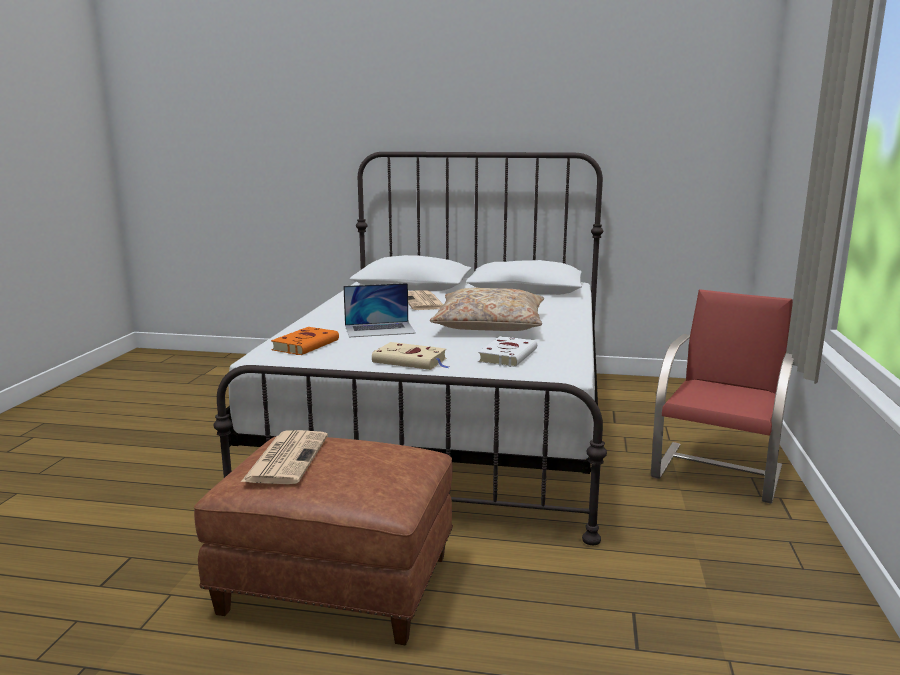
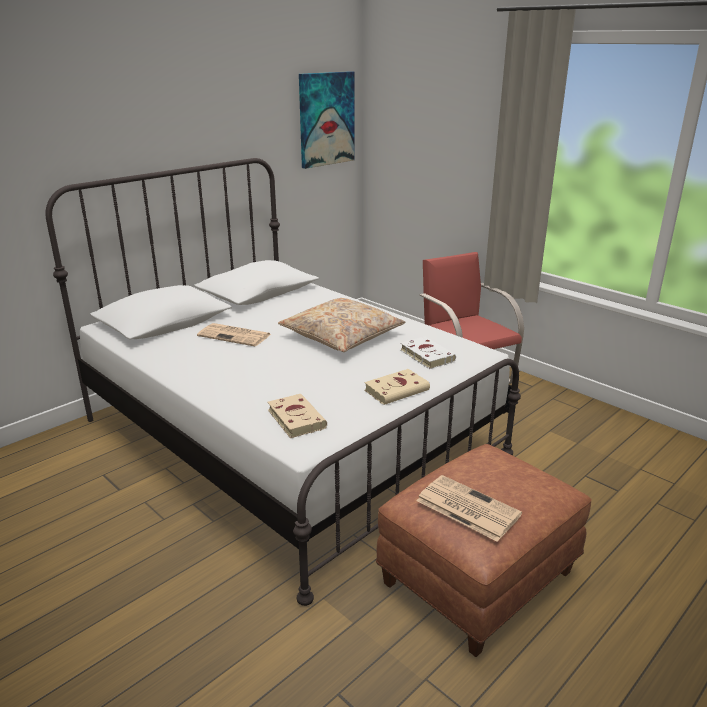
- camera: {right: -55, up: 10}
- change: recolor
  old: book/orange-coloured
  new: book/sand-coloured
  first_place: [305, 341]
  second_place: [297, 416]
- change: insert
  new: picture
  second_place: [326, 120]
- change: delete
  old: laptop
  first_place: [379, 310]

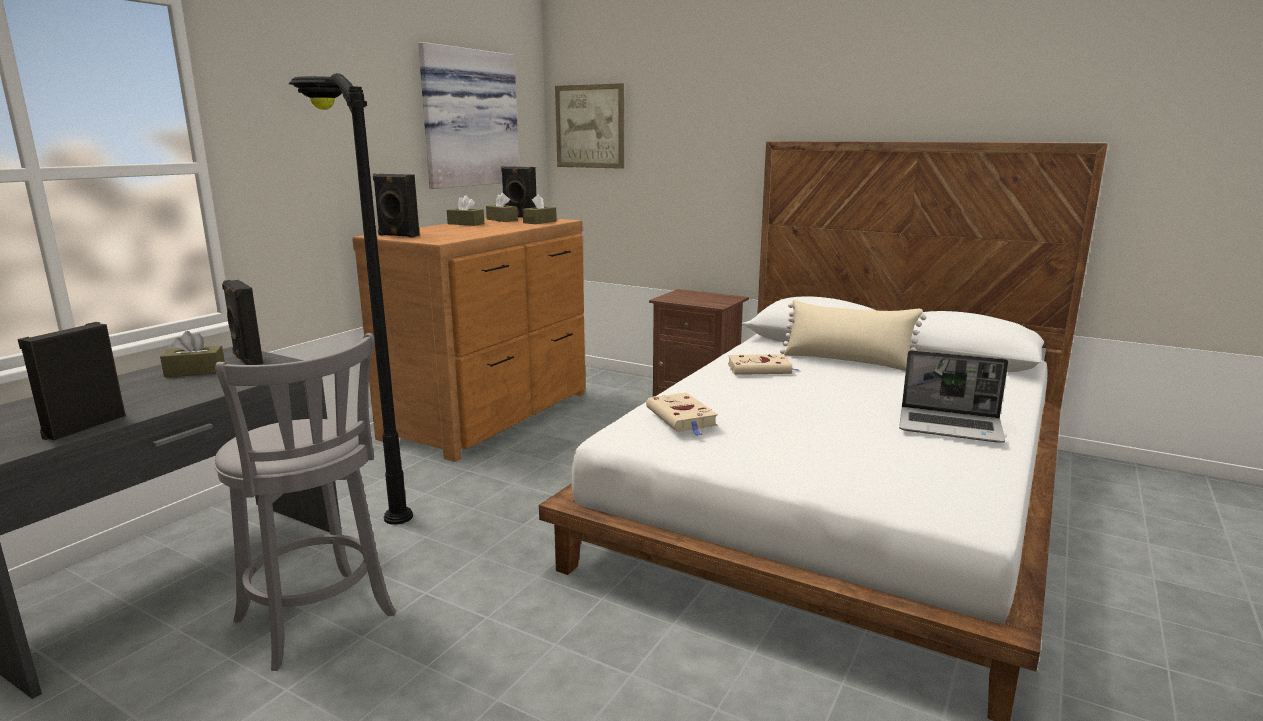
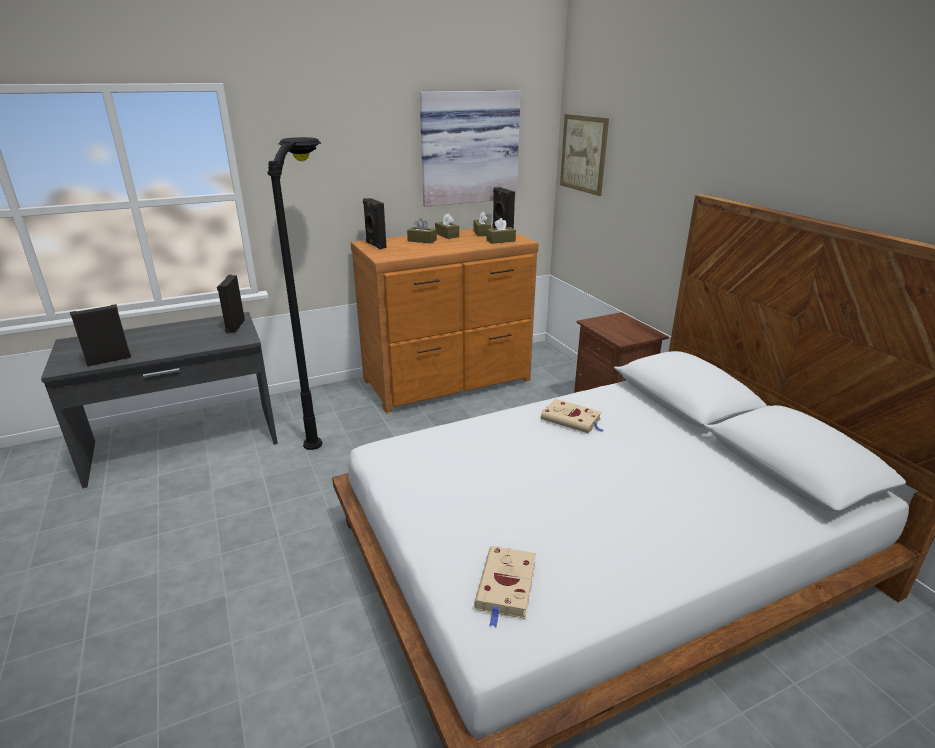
- camera: {right: 35, up: 10}
- change: move
  old: tissue box/brown-coloured
  first_place: [192, 354]
  second_place: [422, 231]
- change: move
  old: book/sand-coloured
  first_place: [682, 414]
  second_place: [505, 586]
- change: delete
  old: sitting stool/grey
  first_place: [305, 502]
- change: delete
  old: throw pillow/sand-coloured
  first_place: [853, 335]
- change: delete
  old: laptop
  first_place: [953, 396]

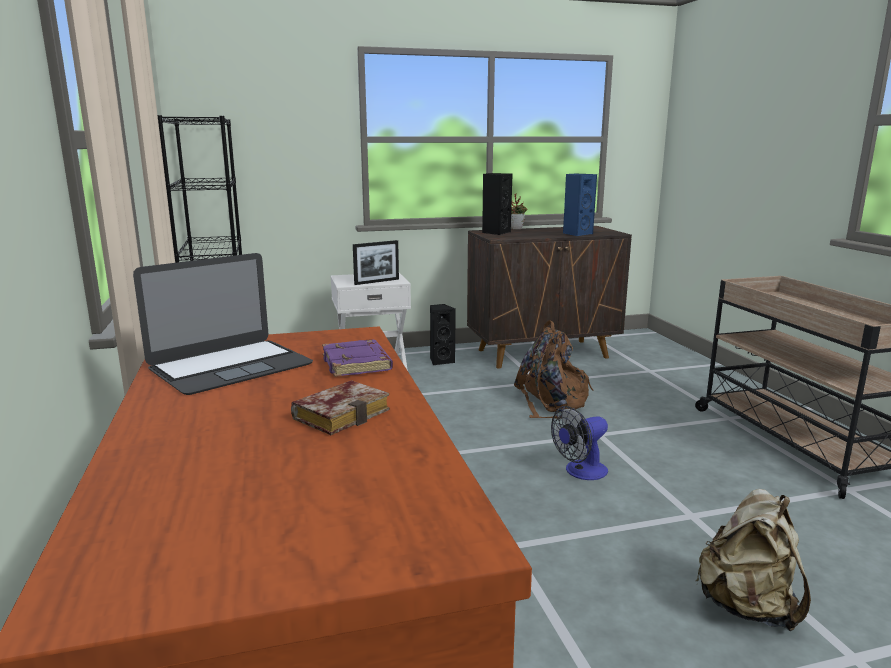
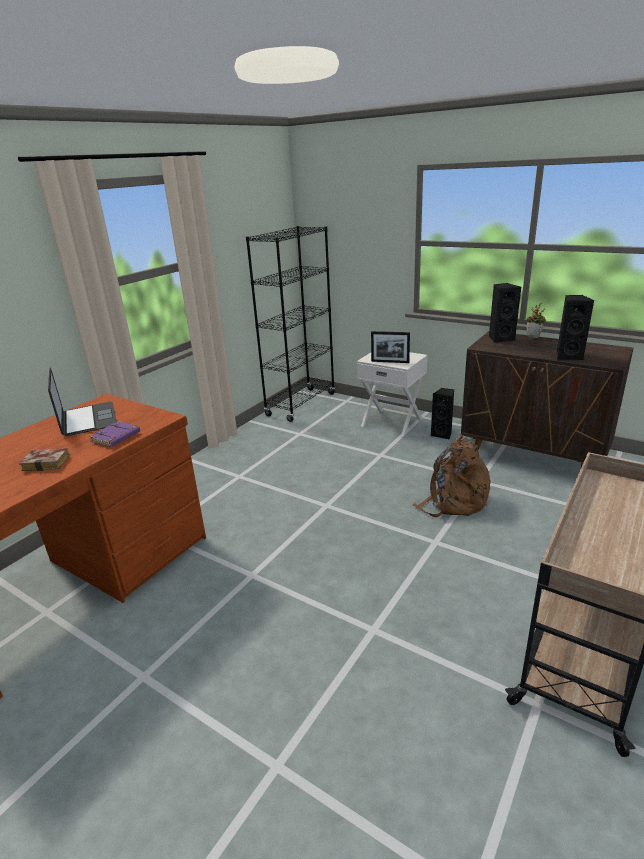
- camera: {right: 50, up: 10}
- change: rotate
  old: laptop
  first_place: [223, 324]
  second_place: [82, 402]
  degrees: -120
- change: recolor
  old: loudspeaker/bluish
  new: loudspeaker/blackish
  first_place: [580, 204]
  second_place: [575, 327]
- change: delete
  old: cooling fan
  first_place: [579, 443]
- change: delete
  old: rucksack/sand-coloured
  first_place: [753, 560]

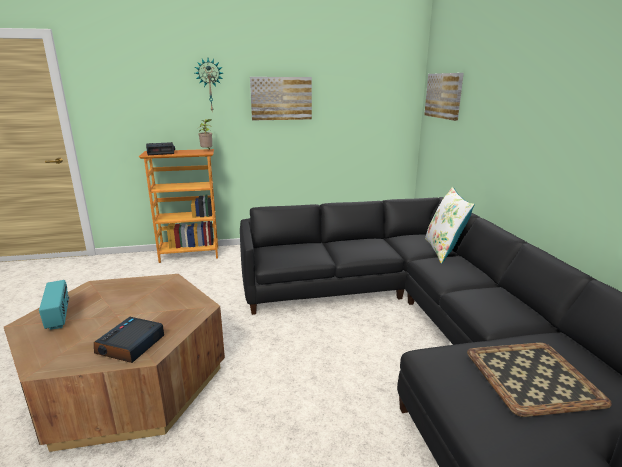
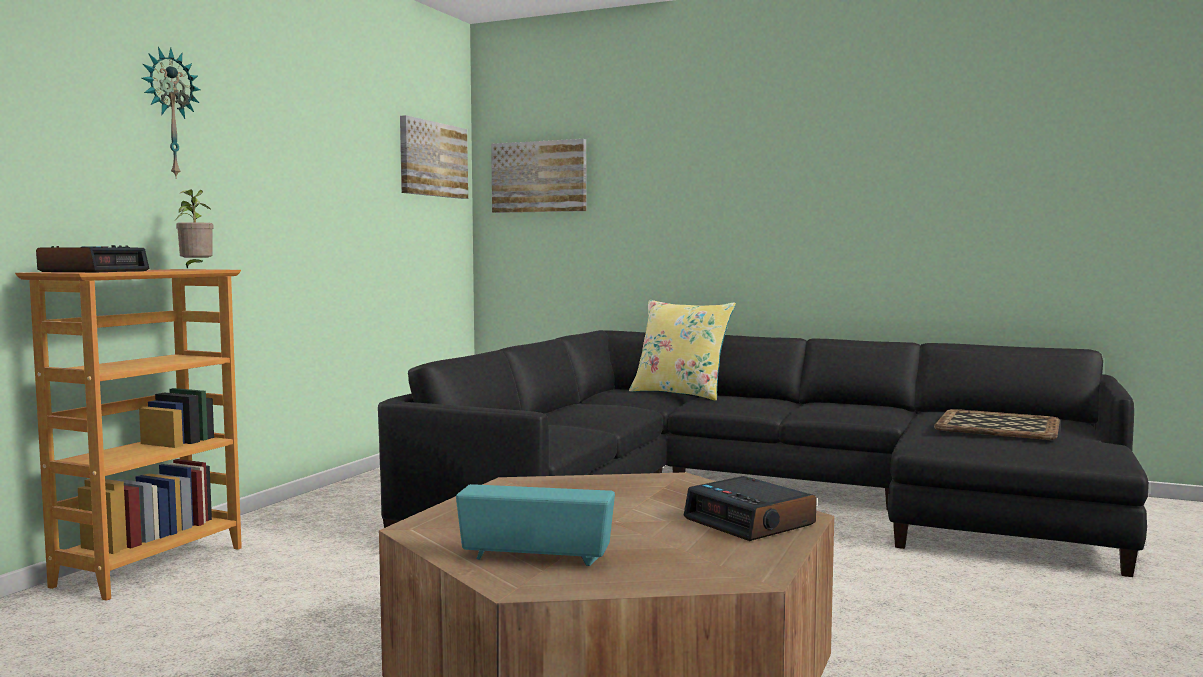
- camera: {right: -55, up: -15}
- change: move
  old: picture
  first_place: [281, 98]
  second_place: [434, 157]
- change: recolor
  old: throw pillow/white
  new: throw pillow/yellow-coloured
  first_place: [450, 225]
  second_place: [682, 350]

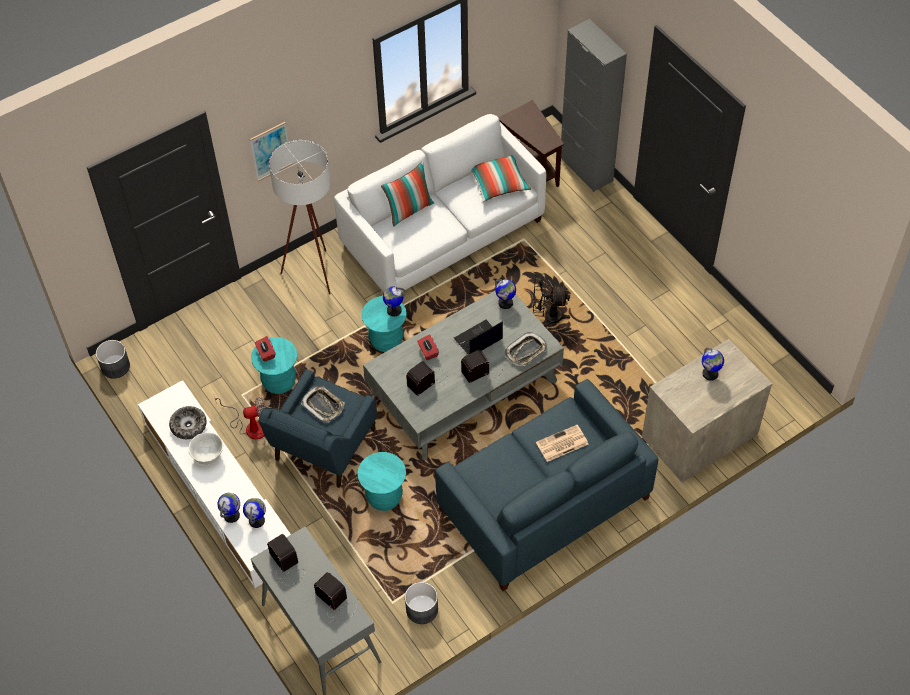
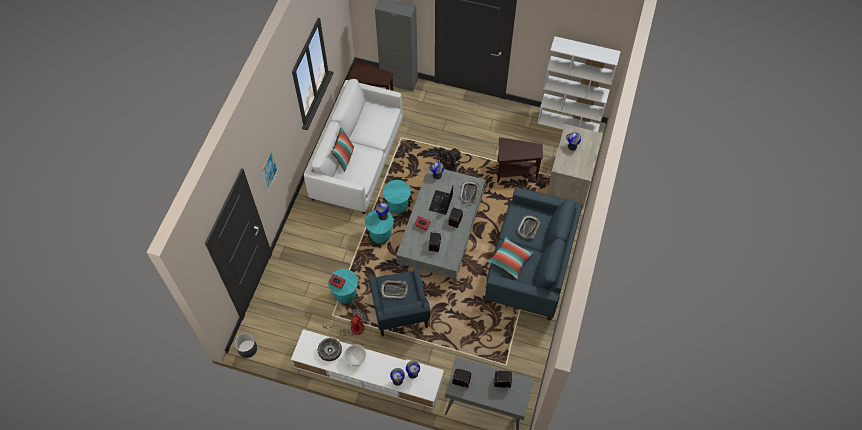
- camera: {right: -40, up: 5}
- change: move
  old: sitting stool/turquoise-coloured
  first_place: [382, 481]
  second_place: [397, 197]
- change: move
  old: throw pillow
  first_place: [501, 178]
  second_place: [511, 257]
- change: insert
  new: end table/brown-coloured
  second_place: [520, 160]
- change: replace
  old: daily paper
  new: carrying tray
  first_place: [562, 443]
  second_place: [529, 227]
- change: insert
  new: shelving unit/white
  second_place: [579, 84]
- change: delete
  old: standing lamp/white
  first_place: [300, 217]
- change: delete
  old: plant pot/grey
  first_place: [421, 603]

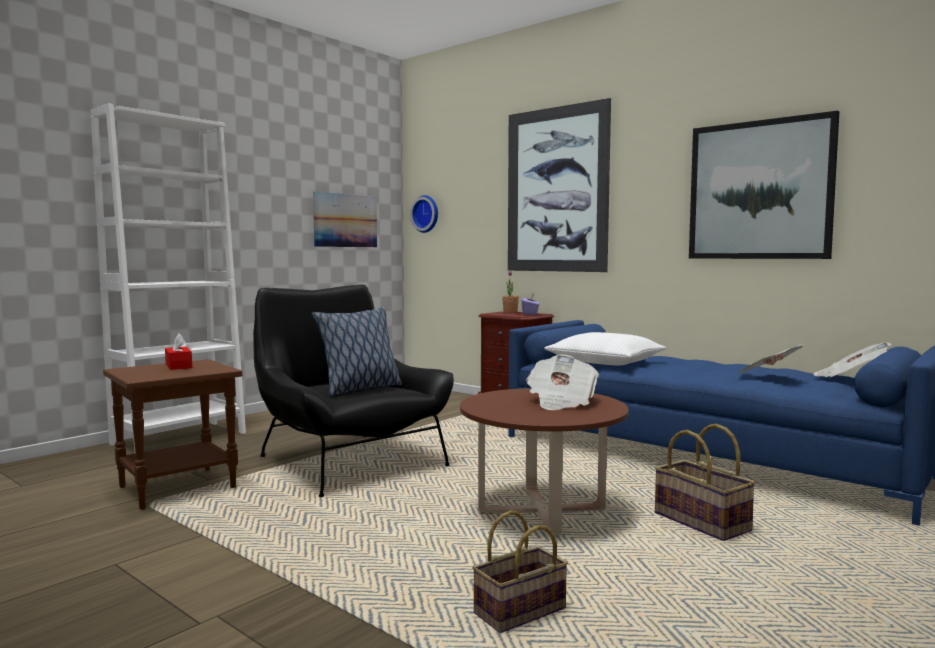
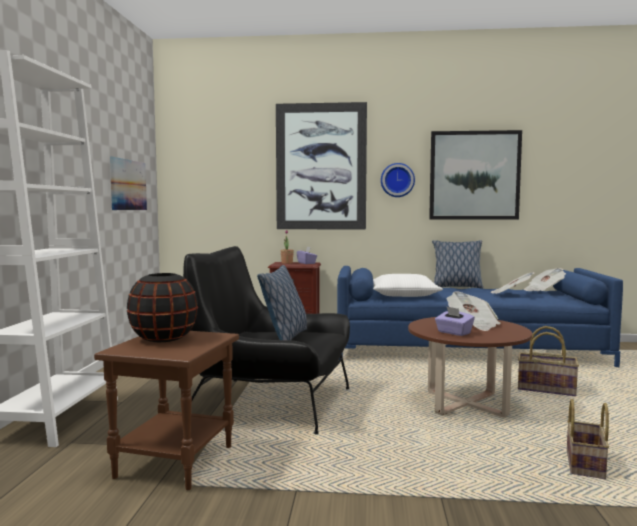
- camera: {right: -35, up: 0}
- change: replace
  old: tissue box/red
  new: flower vase/blackish
  first_place: [178, 352]
  second_place: [162, 307]
- change: move
  old: hanging clock
  first_place: [424, 214]
  second_place: [398, 180]
- change: insert
  new: throw pillow
  second_place: [457, 264]
- change: insert
  new: tissue box/purple
  second_place: [455, 321]

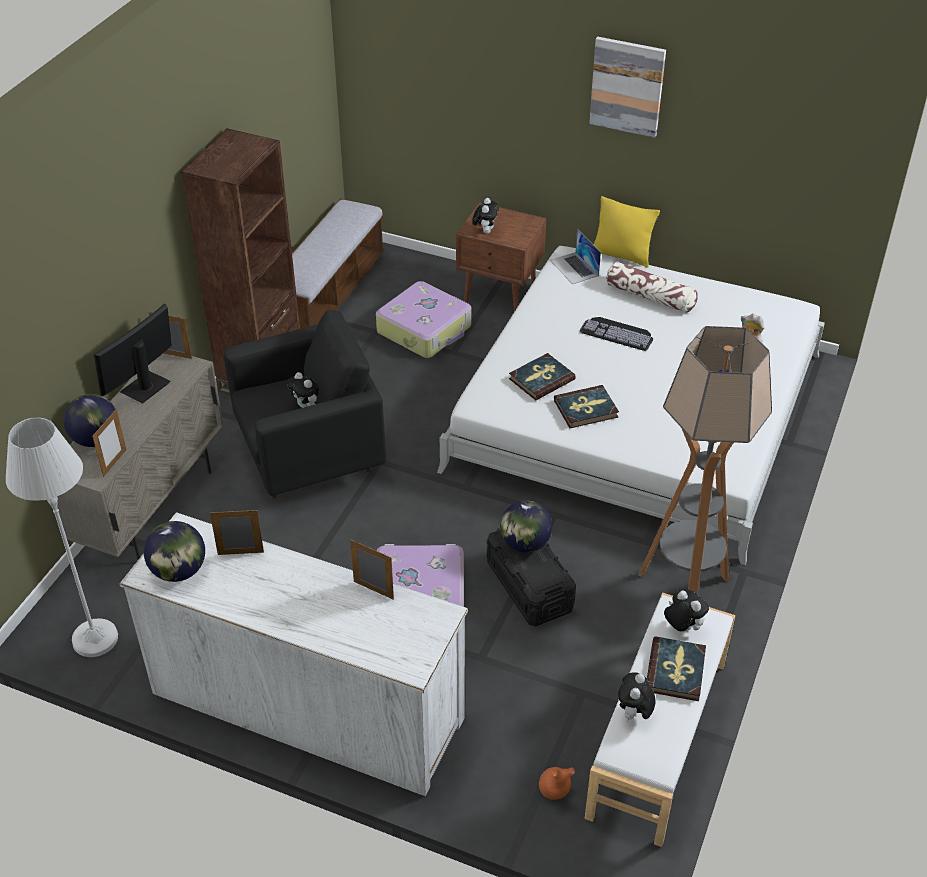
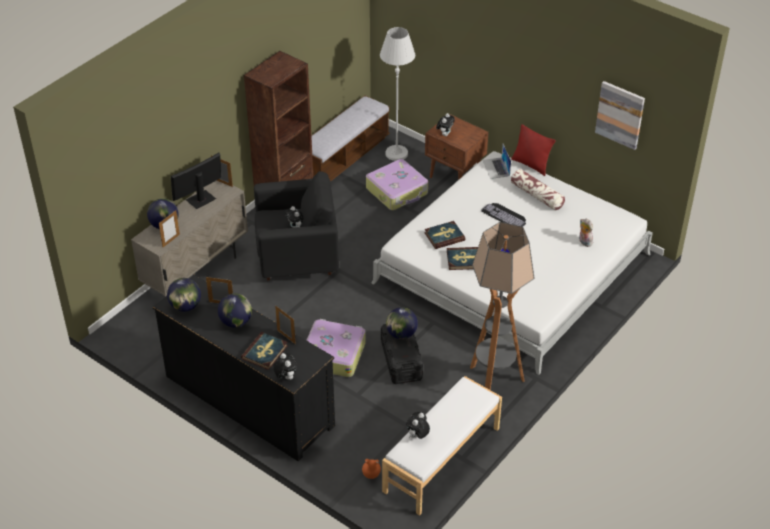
- camera: {right: 15, up: 0}
- change: recolor
  old: dresser/white
  new: dresser/blackish
  first_place: [293, 654]
  second_place: [244, 368]
- change: insert
  new: globe
  second_place: [235, 310]
- change: move
  old: book
  first_place: [676, 669]
  second_place: [264, 351]
- change: move
  old: plush toy
  first_place: [686, 610]
  second_place: [285, 366]
- change: move
  old: standing lamp/white
  first_place: [62, 537]
  second_place: [397, 94]
- change: recolor
  old: throw pillow/yellow-coloured
  new: throw pillow/red
  first_place: [627, 232]
  second_place: [533, 150]
- change: move
  old: picture
  first_place: [627, 87]
  second_place: [620, 115]

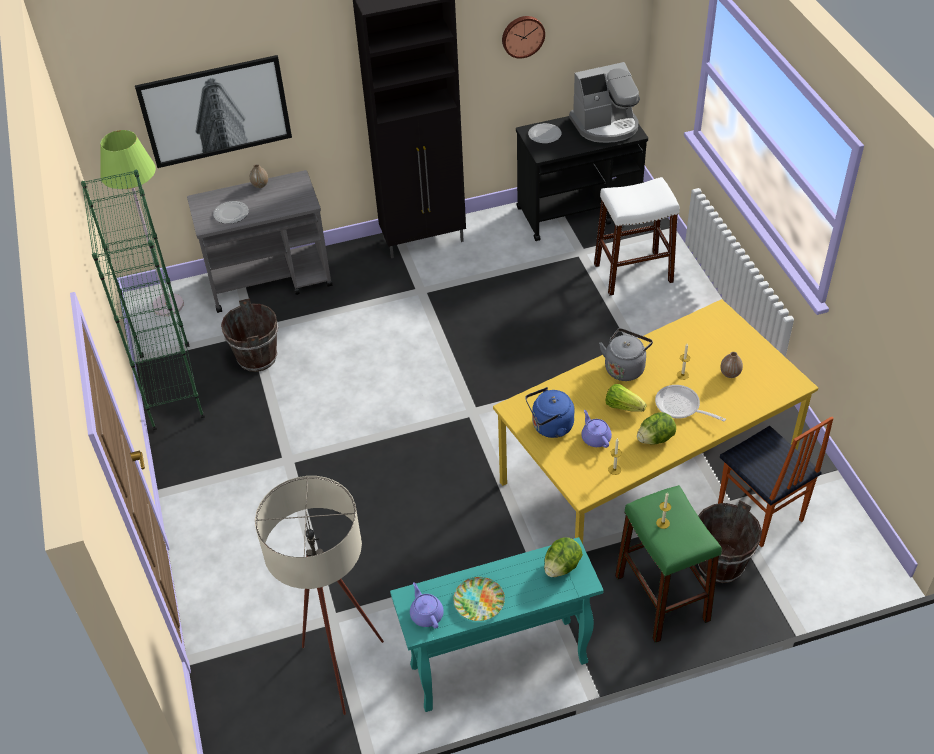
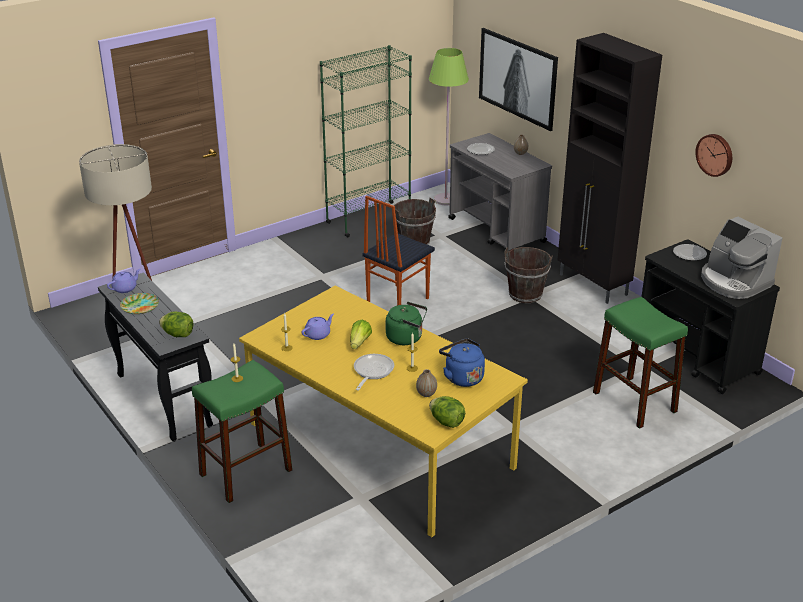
- camera: {right: 70, up: -15}
- change: recolor
  old: narrow table/turquoise-coloured
  new: narrow table/blackish
  first_place: [497, 624]
  second_place: [155, 356]
- change: move
  old: upright chair
  first_place: [776, 481]
  second_place: [398, 250]
- change: recolor
  old: tea kettle/grey
  new: tea kettle/greenish
  first_place: [626, 354]
  second_place: [406, 323]
- change: move
  old: head of lettuce
  first_place: [656, 428]
  second_place: [447, 412]
- change: move
  old: tea kettle/bluish
  first_place: [550, 412]
  second_place: [462, 362]
- change: move
  old: bucket/brown-coloured
  first_place: [730, 541]
  second_place: [528, 275]
- change: recolor
  old: sitting stool/white
  new: sitting stool/greenish
  first_place: [637, 236]
  second_place: [640, 363]

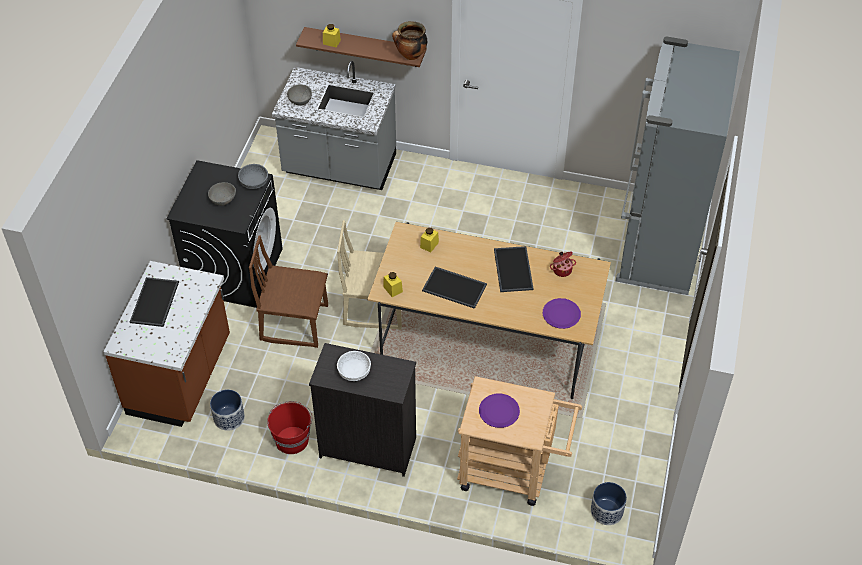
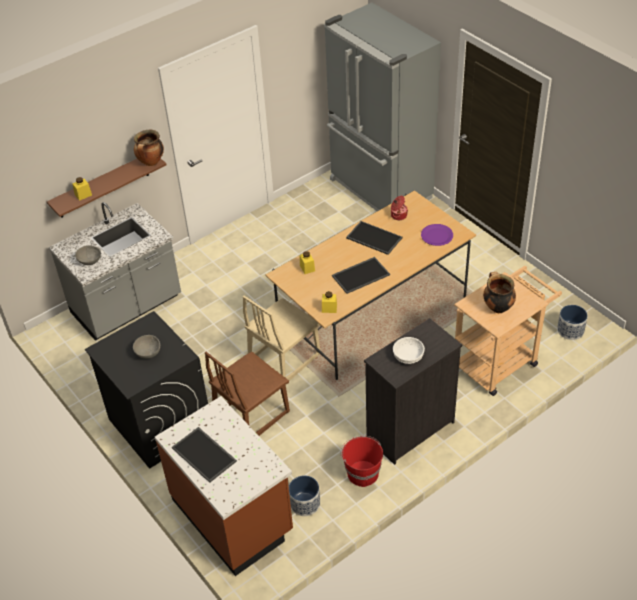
- camera: {right: -50, up: -5}
- change: replace
  old: flat dish/purple
  new: cooking pot
  first_place: [499, 411]
  second_place: [499, 292]
- change: delete
  old: serving bowl/grey
  first_place: [253, 176]

